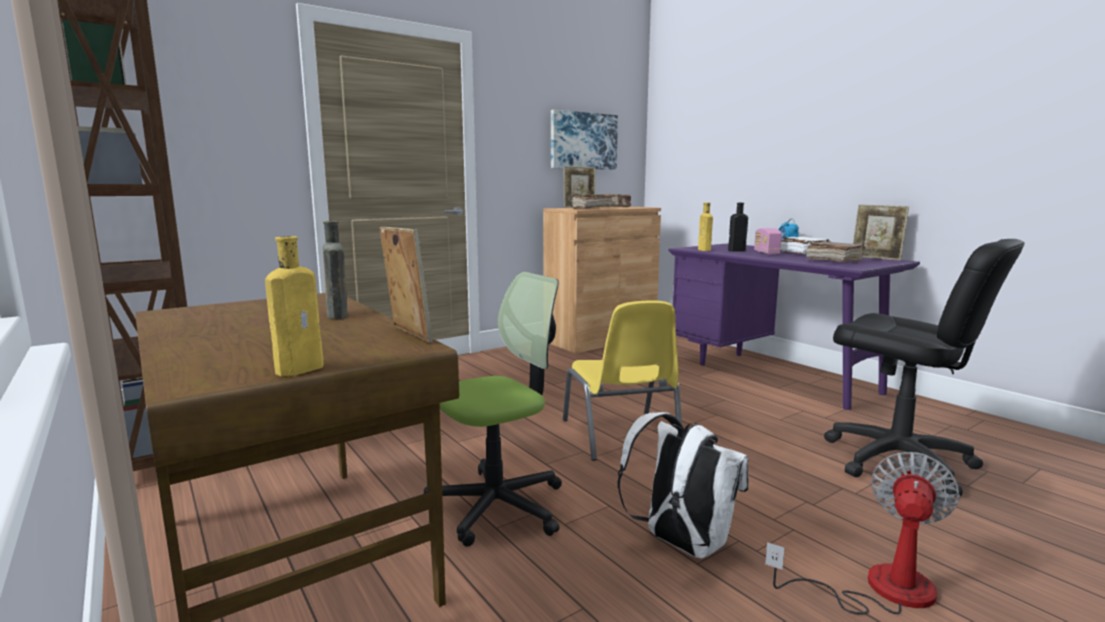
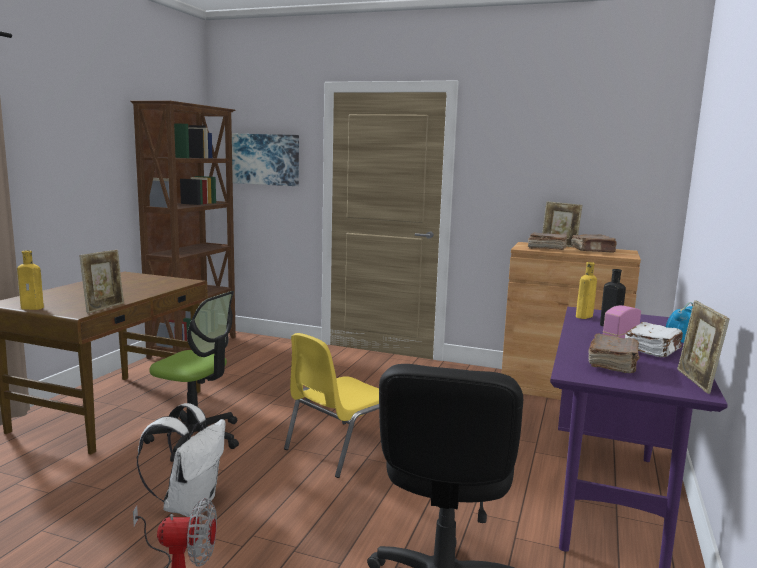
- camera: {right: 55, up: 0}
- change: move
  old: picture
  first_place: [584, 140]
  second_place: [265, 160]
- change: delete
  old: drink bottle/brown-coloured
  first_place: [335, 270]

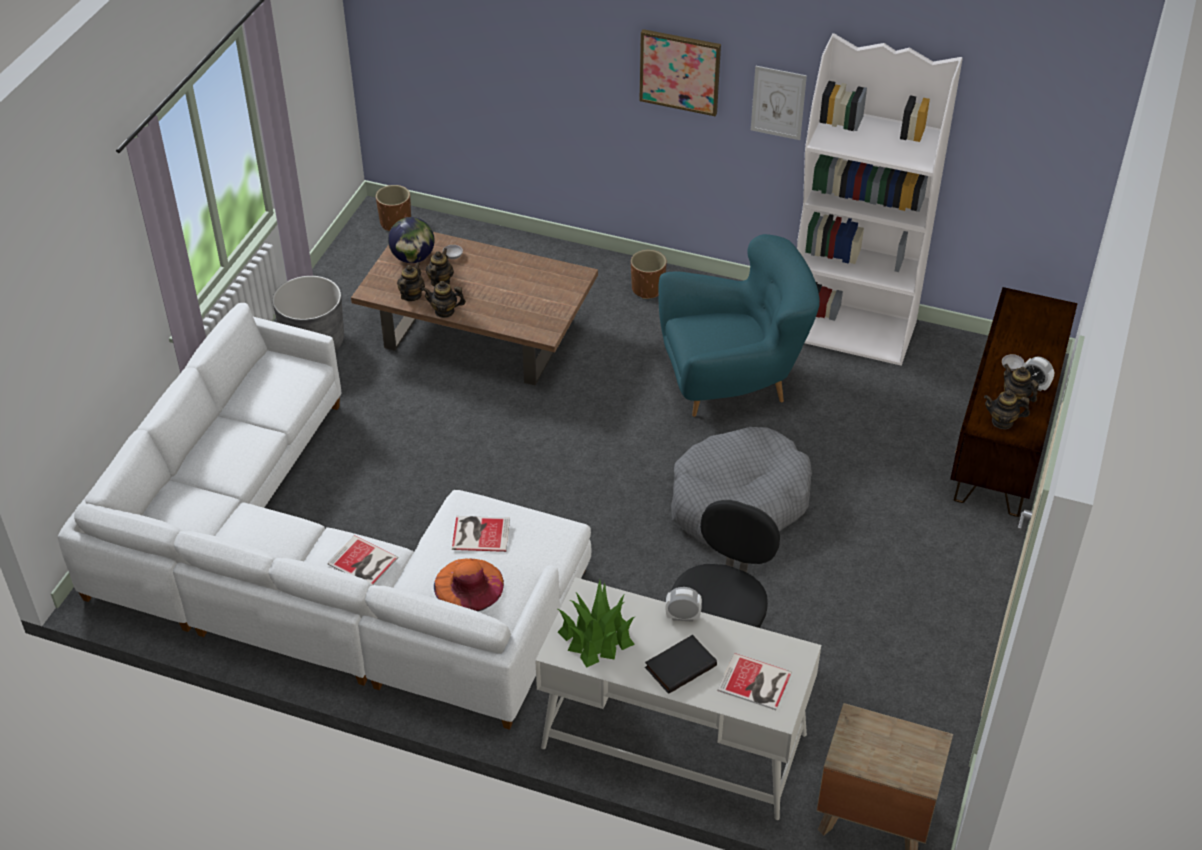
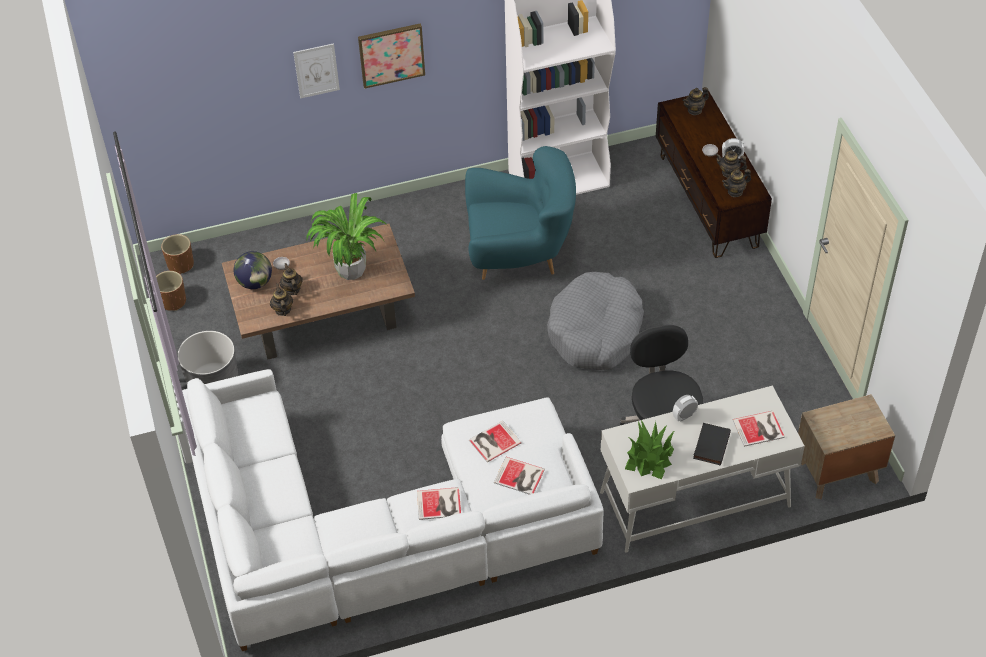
- camera: {right: -35, up: 5}
- change: move
  old: plant pot/brown-coloured
  first_place: [649, 274]
  second_place: [171, 291]
- change: move
  old: picture
  first_place: [779, 103]
  second_place: [316, 71]
- change: insert
  new: houseplant
  second_place: [346, 236]
- change: rotate
  old: armchair/turquoise-coloured
  first_place: [739, 325]
  second_place: [520, 213]
  degrees: 45
- change: replace
  old: hat/orange-coloured
  new: book
  first_place: [469, 584]
  second_place: [519, 476]
- change: move
  old: tea pot
  first_place: [444, 299]
  second_place: [696, 101]

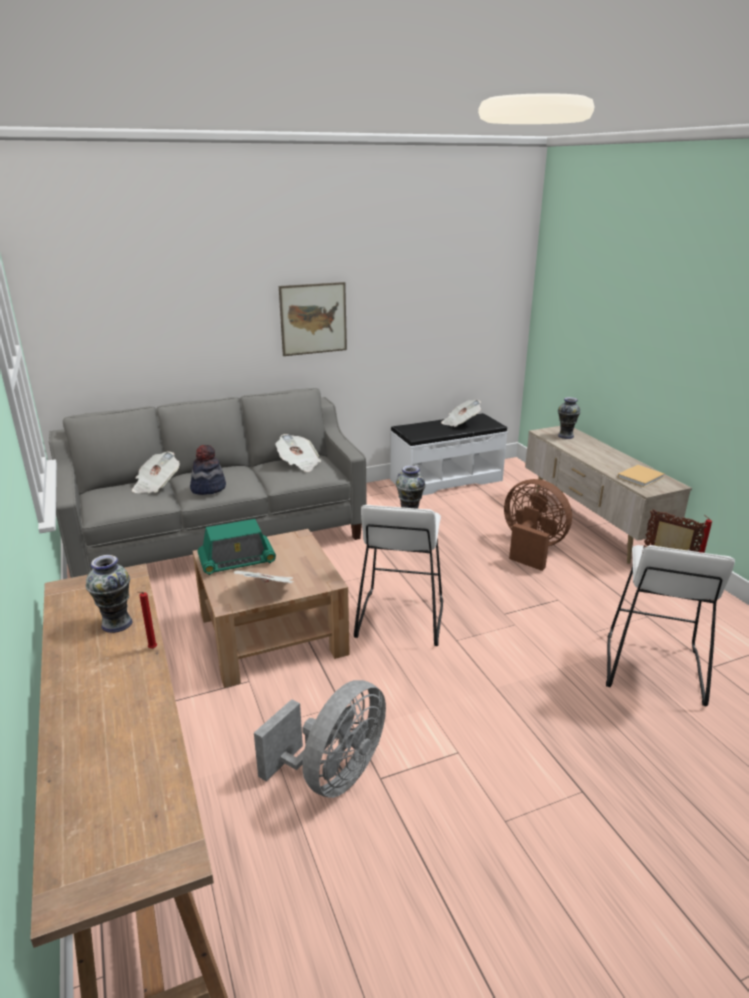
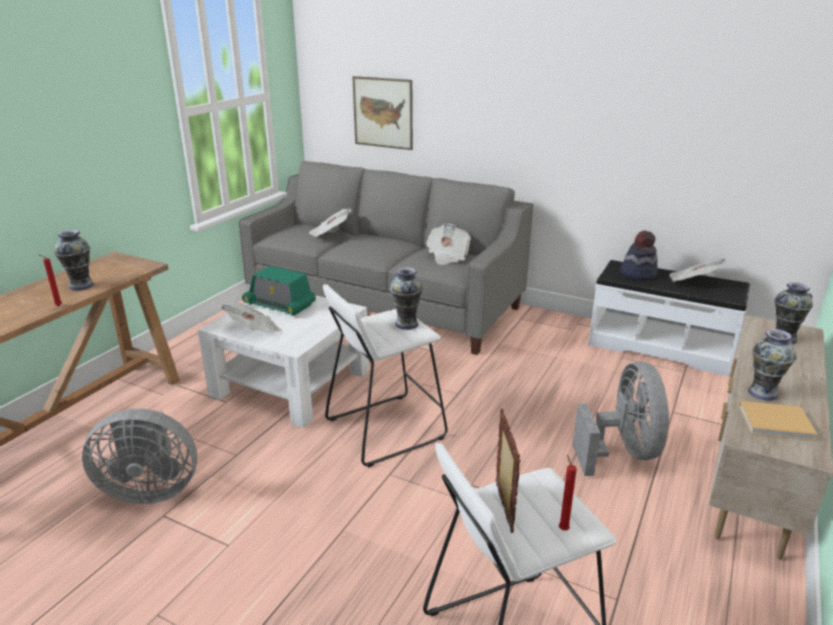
- camera: {right: 50, up: 0}
- change: recolor
  old: lounge table/brown-coloured
  new: lounge table/white
  first_place: [271, 608]
  second_place: [283, 361]
- change: move
  old: picture
  first_place: [313, 319]
  second_place: [382, 113]
- change: recolor
  old: cooling fan/brown-coloured
  new: cooling fan/grey
  first_place: [538, 525]
  second_place: [621, 419]
- change: move
  old: hat
  first_place: [208, 470]
  second_place: [639, 255]
- change: insert
  new: flower vase
  second_place: [772, 365]

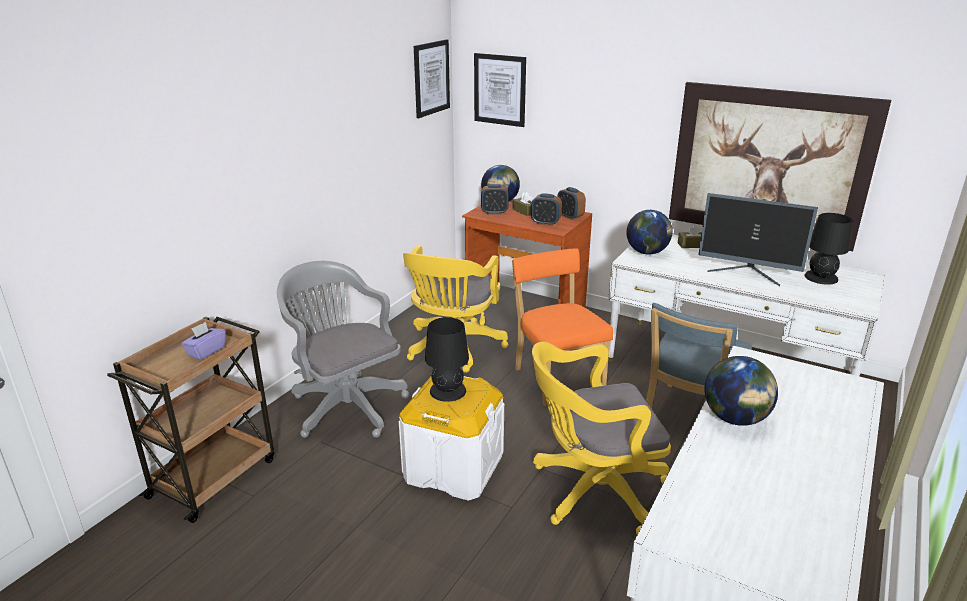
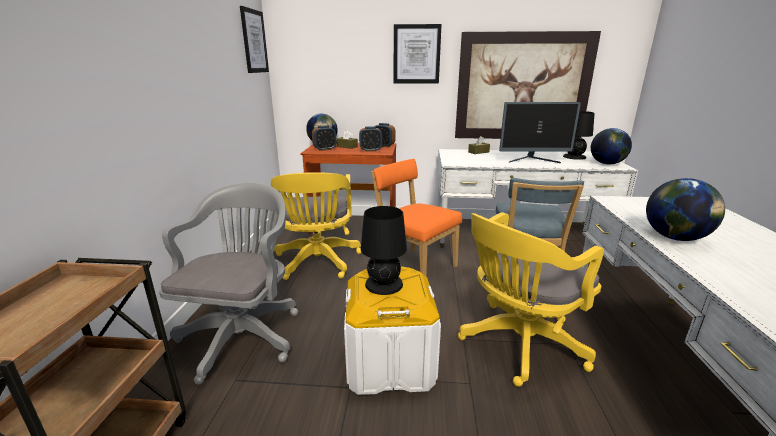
- camera: {right: -25, up: -5}
- change: rotate
  old: office chair/grey
  first_place: [343, 349]
  second_place: [228, 284]
  degrees: 75
- change: move
  old: picture
  first_place: [500, 90]
  second_place: [417, 54]
- change: move
  old: globe
  first_place: [649, 232]
  second_place: [611, 146]
- change: delete
  old: tissue box/purple
  first_place: [203, 341]

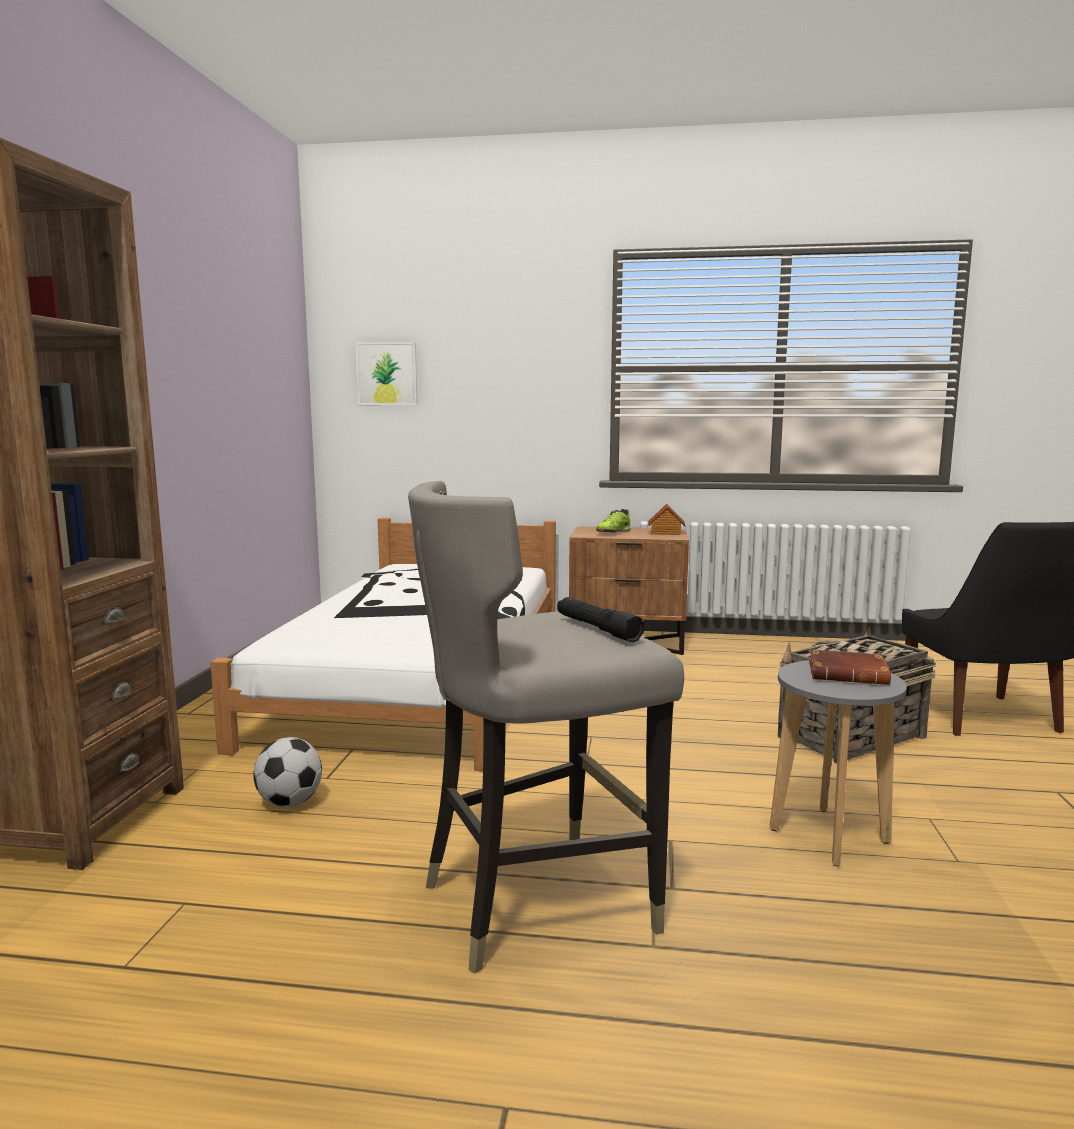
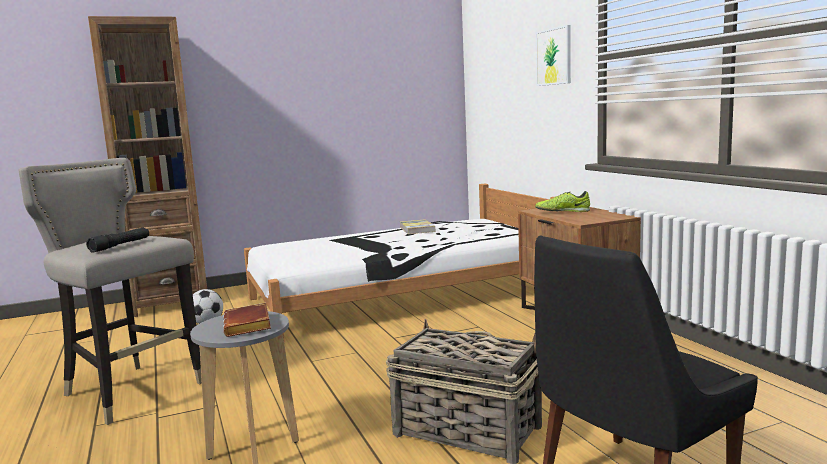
- camera: {right: 60, up: 0}
- change: insert
  new: book
  second_place: [417, 226]
- change: move
  old: picture
  first_place: [387, 373]
  second_place: [553, 55]
- change: delete
  old: miniature house
  first_place: [666, 519]

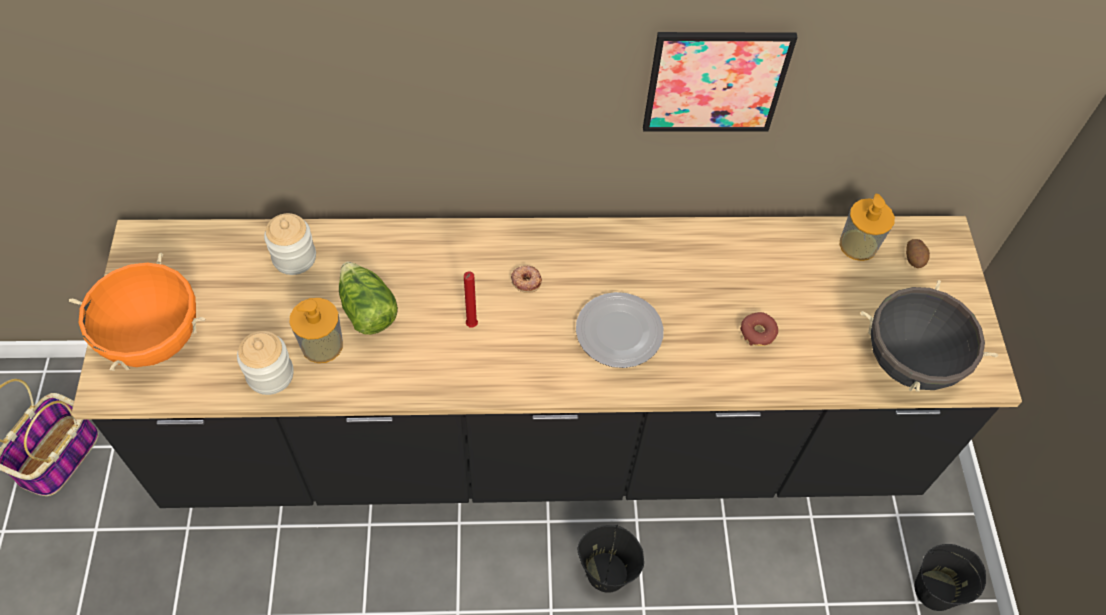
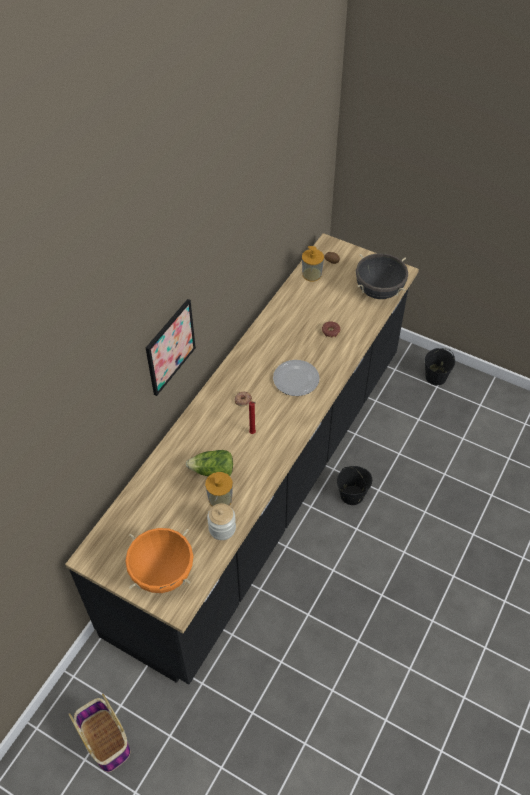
- camera: {right: -55, up: -5}
- change: move
  old: picture
  first_place: [720, 82]
  second_place: [171, 347]
- change: delete
  old: preserve jar
  first_place: [290, 244]

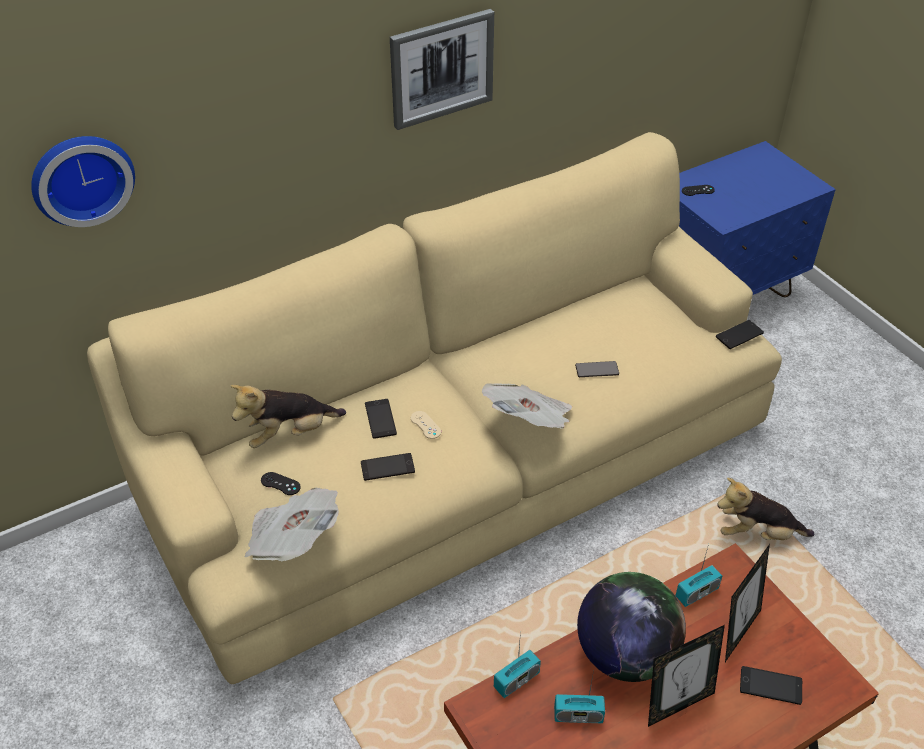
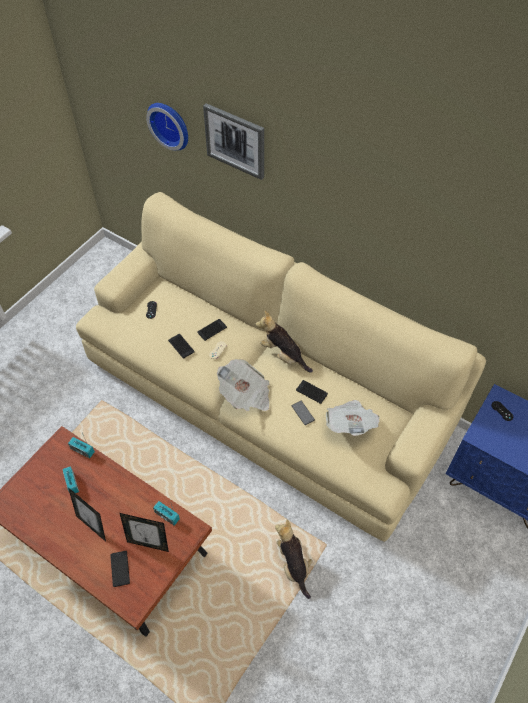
- camera: {right: 65, up: 10}
- change: move
  old: picture
  first_place: [442, 69]
  second_place: [233, 141]
- change: move
  old: plush toy
  first_place: [288, 416]
  second_place: [284, 342]
- change: move
  old: telephone
  first_place: [740, 334]
  second_place: [312, 392]
- change: move
  old: daily paper
  first_place: [292, 524]
  second_place: [353, 418]
- change: delete
  old: globe
  first_place: [631, 627]

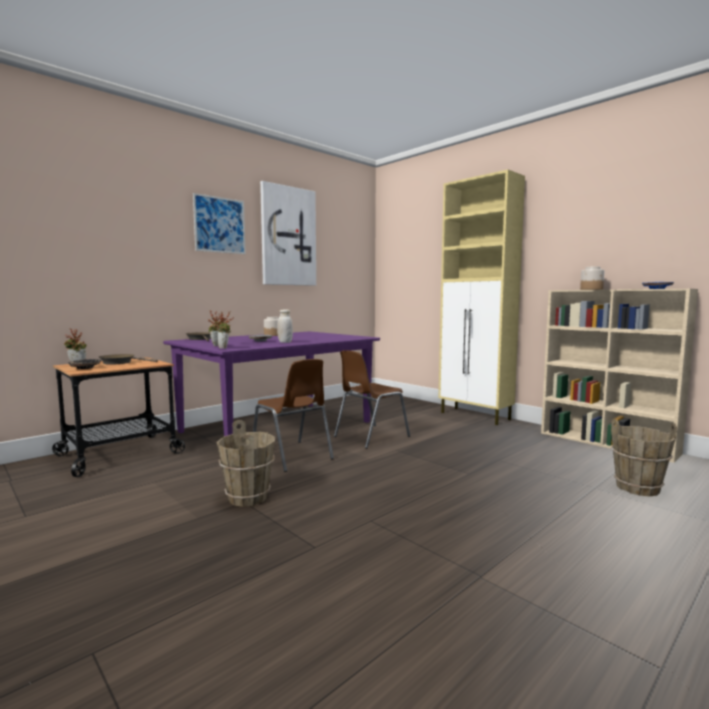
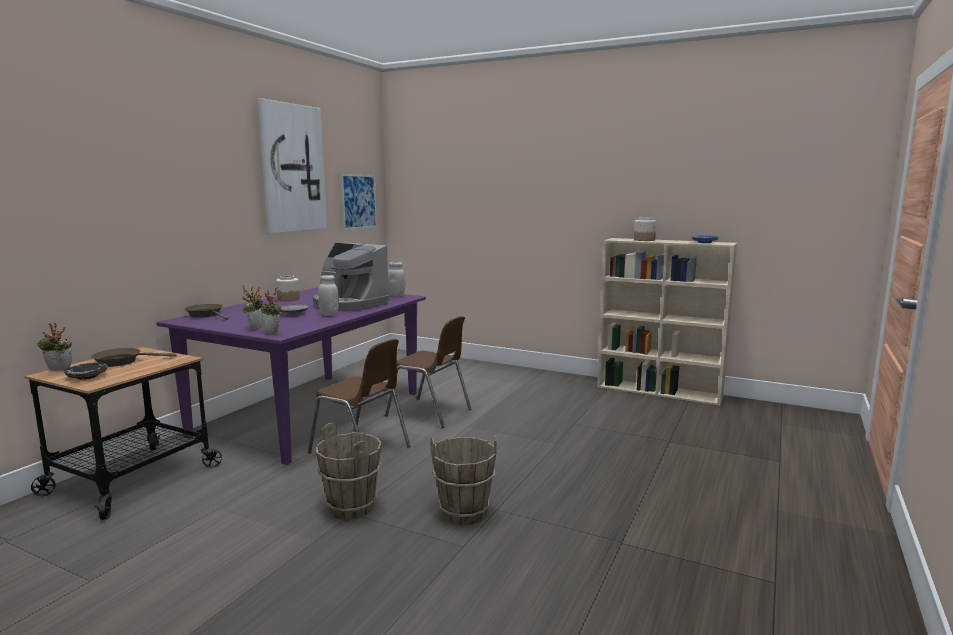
- camera: {right: -20, up: 5}
- change: insert
  new: coffee brewer
  second_place: [351, 277]
- change: move
  old: picture
  first_place: [219, 223]
  second_place: [359, 202]
- change: rotate
  old: upright chair/brown-coloured
  first_place: [372, 399]
  second_place: [428, 372]
  degrees: -90
- change: insert
  new: preserve jar/white
  second_place: [396, 279]
- change: move
  old: bucket/brown-coloured
  first_place: [644, 457]
  second_place: [463, 479]
- change: delete
  old: cupboard/sand-coloured
  first_place: [482, 297]

